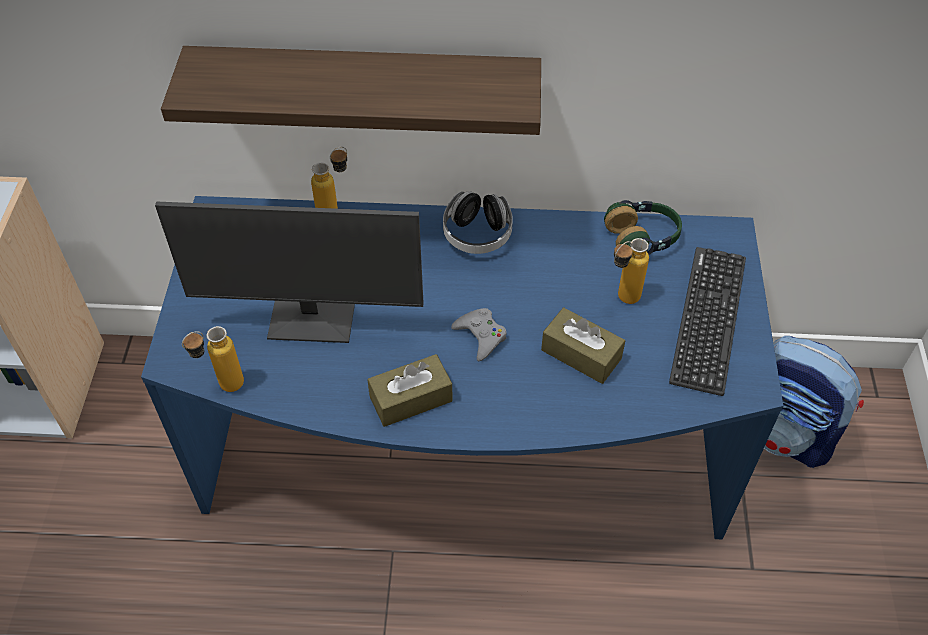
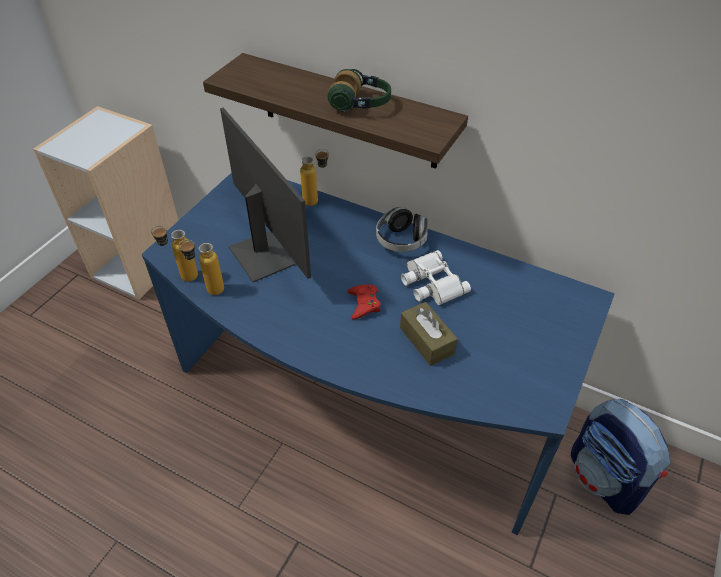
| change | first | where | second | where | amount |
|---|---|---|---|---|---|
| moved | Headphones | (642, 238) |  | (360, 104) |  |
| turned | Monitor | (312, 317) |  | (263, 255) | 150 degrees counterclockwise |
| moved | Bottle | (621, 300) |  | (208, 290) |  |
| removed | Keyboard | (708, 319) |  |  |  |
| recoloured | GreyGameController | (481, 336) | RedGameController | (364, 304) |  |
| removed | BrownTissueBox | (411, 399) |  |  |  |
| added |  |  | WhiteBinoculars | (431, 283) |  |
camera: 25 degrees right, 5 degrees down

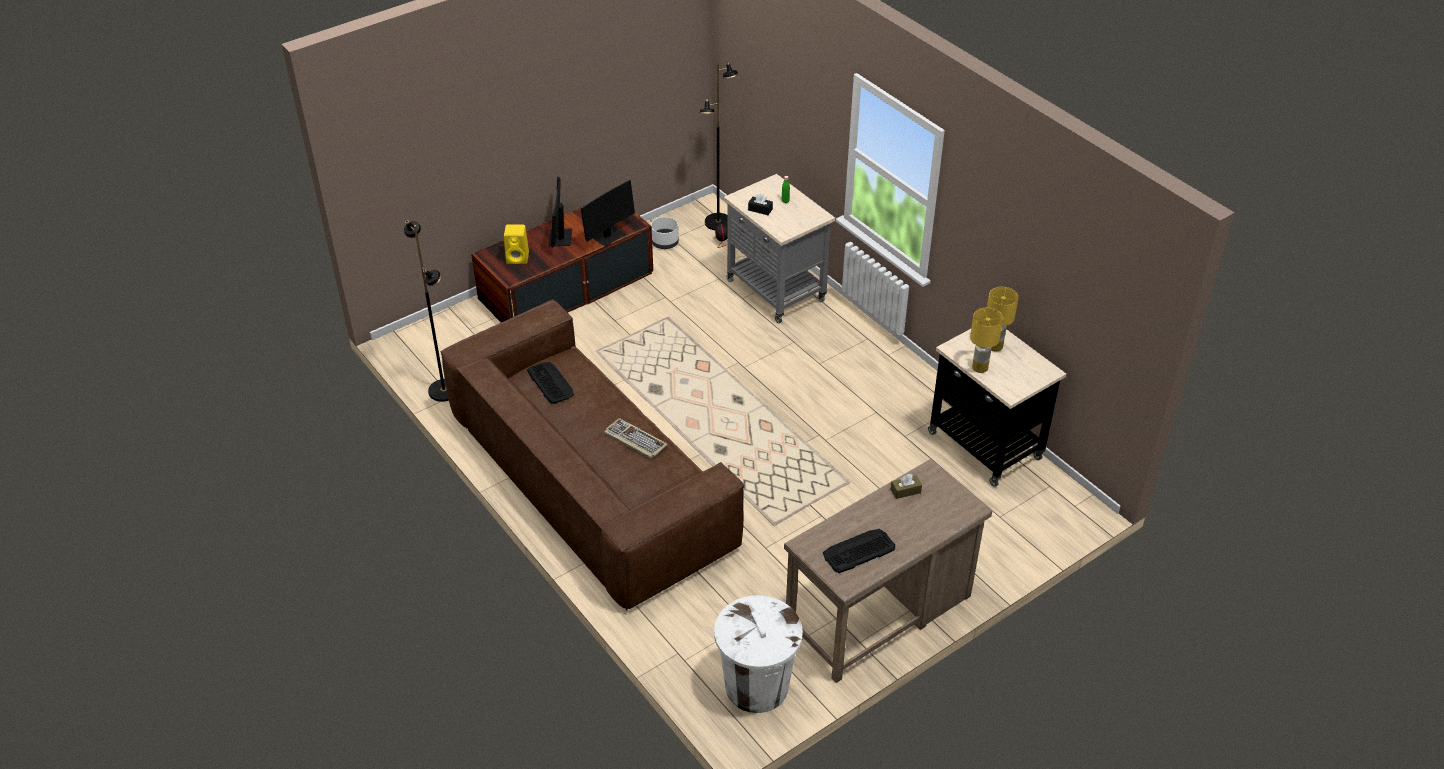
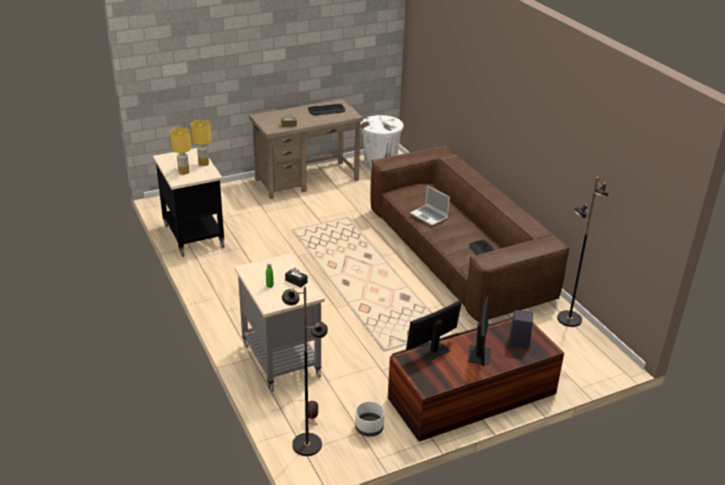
| change | first | where | second | where | amount |
|---|---|---|---|---|---|
| recoloured | YellowSpeaker | (518, 258) | BlackSpeaker | (518, 341) |  |
| replaced | Keyboard | (634, 440) | Laptop | (429, 216) |  |
camera: 170 degrees left, 10 degrees down

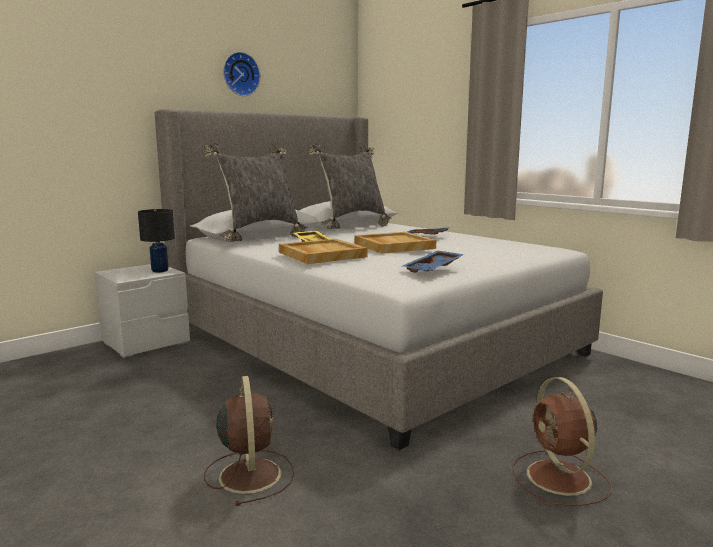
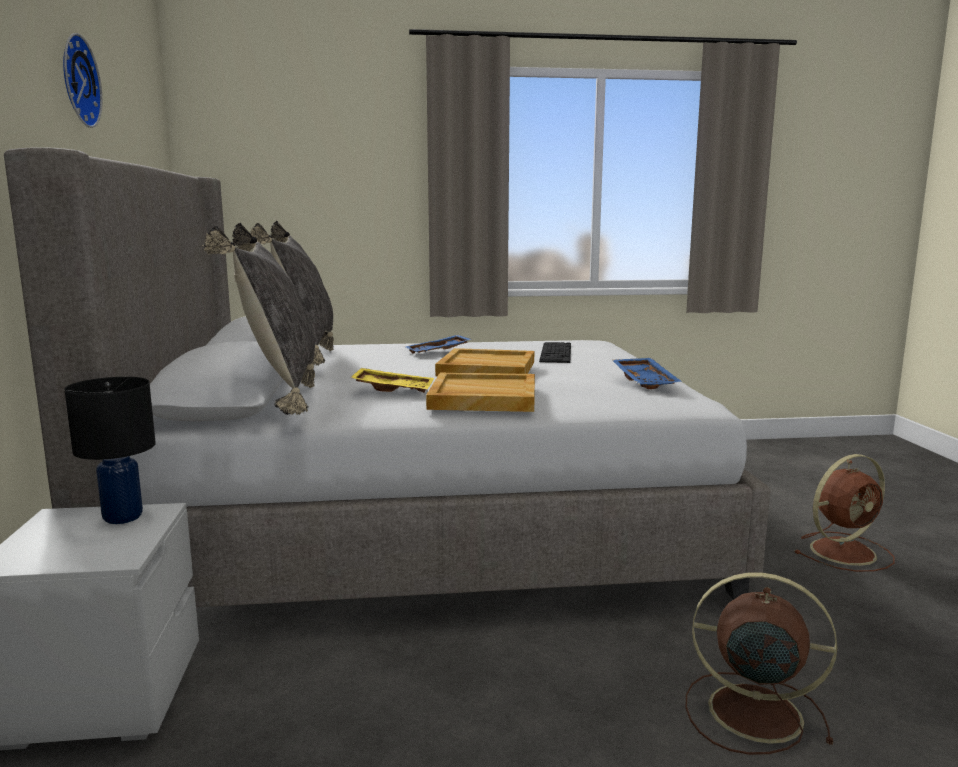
| change | first | where | second | where | amount |
|---|---|---|---|---|---|
| turned | BrownFan | (560, 479) |  | (845, 551) | 45 degrees counterclockwise |
| added |  |  | Keyboard | (556, 352) |  |
camera: 55 degrees left, 0 degrees up

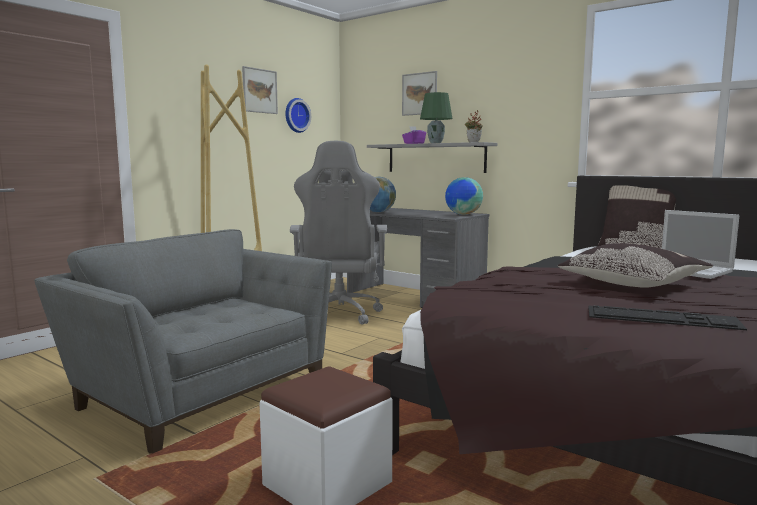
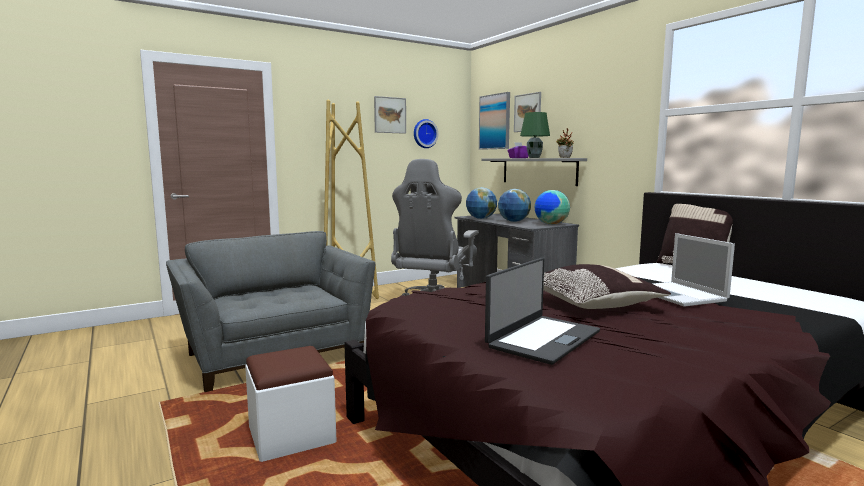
| change | first | where | second | where | amount |
|---|---|---|---|---|---|
| replaced | Keyboard | (662, 318) | Laptop | (542, 339) |  |
| added |  |  | Picture | (495, 122) |  |
| added |  |  | Globe | (514, 221) |  |
camera: 20 degrees right, 0 degrees up

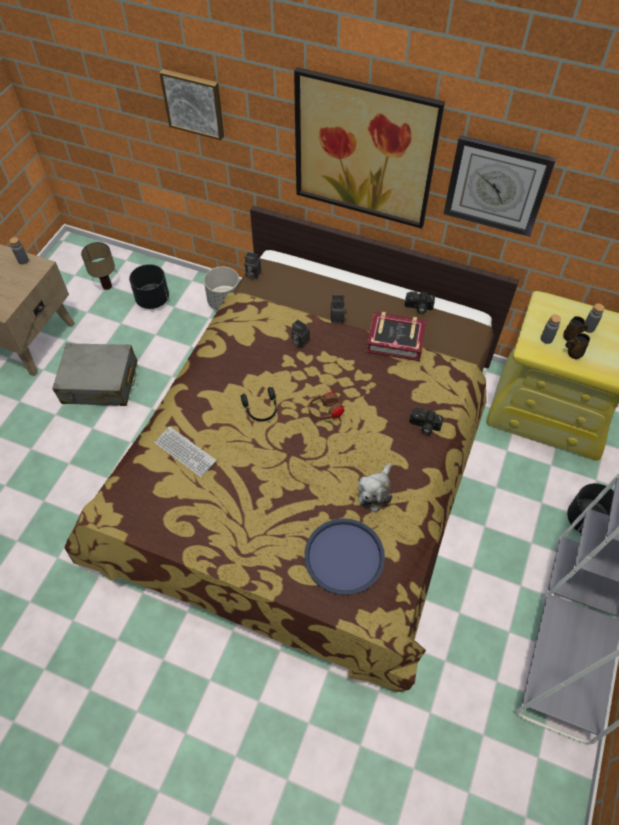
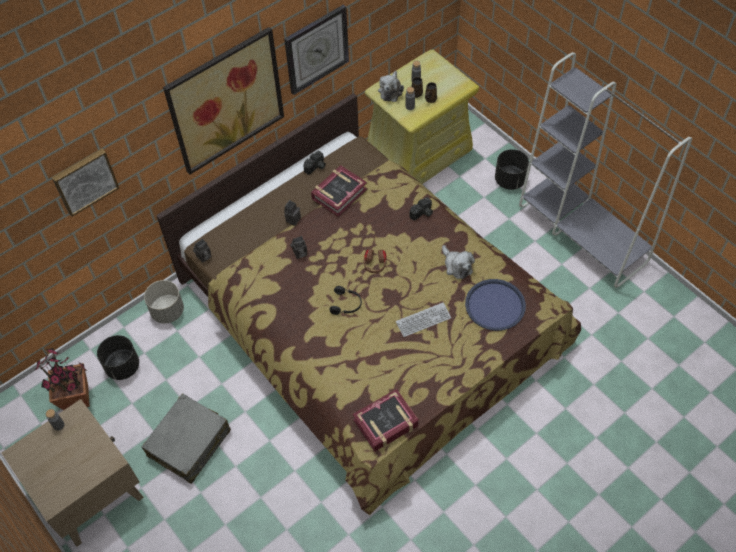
| change | first | where | second | where | amount |
|---|---|---|---|---|---|
| replaced | TableLamp | (107, 286) | PottedPlant | (77, 399) |  |
| moved | Keyboard | (185, 452) |  | (423, 320) |  |
| added |  |  | PlushToy | (391, 91) |  |
| added |  |  | Book | (386, 423) |  |
camera: 60 degrees left, 0 degrees up

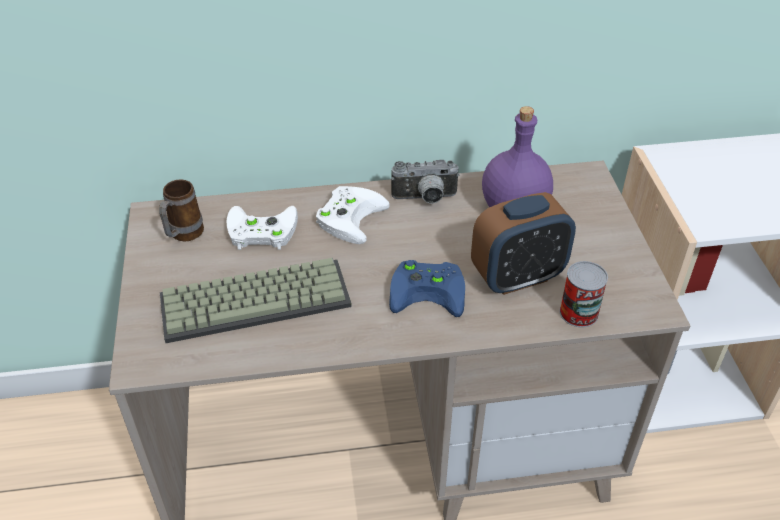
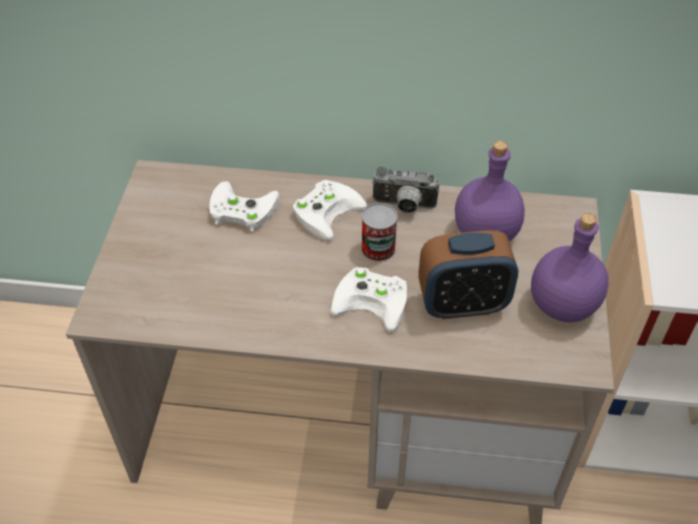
| change | first | where | second | where | amount |
|---|---|---|---|---|---|
| removed | Mug | (183, 236) |  |  |  |
| removed | Keyboard | (256, 298) |  |  |  |
| recoloured | BlueGameController | (430, 291) | WhiteGameController | (374, 300) |  |
| moved | Can | (578, 313) |  | (378, 248) |  |
| added |  |  | PurpleBottle | (561, 306) |  |
camera: 15 degrees right, 5 degrees up

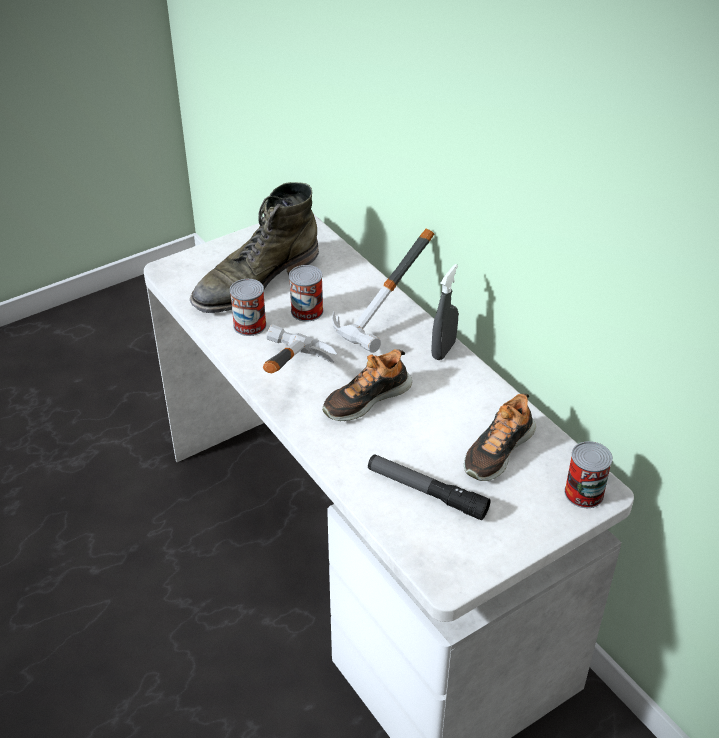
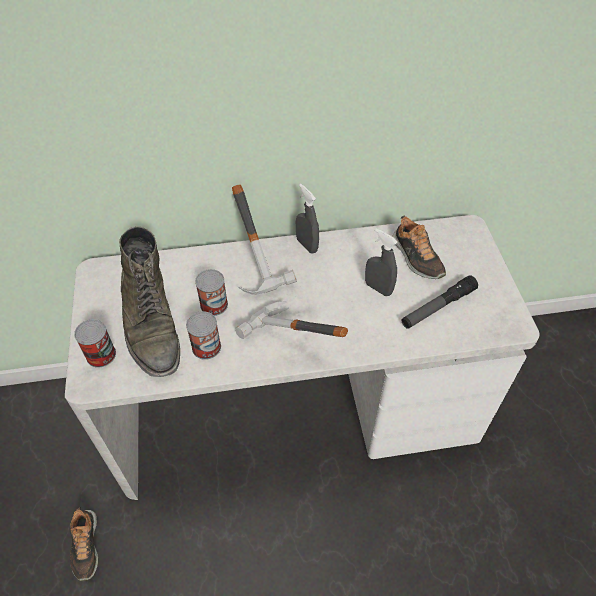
| change | first | where | second | where | amount |
|---|---|---|---|---|---|
| moved | Shoe | (366, 399) |  | (85, 546) |  |
| moved | Can | (584, 493) |  | (101, 355) |  |
| added |  |  | GreySprayBottle | (378, 288) |  |
camera: 65 degrees left, 10 degrees up

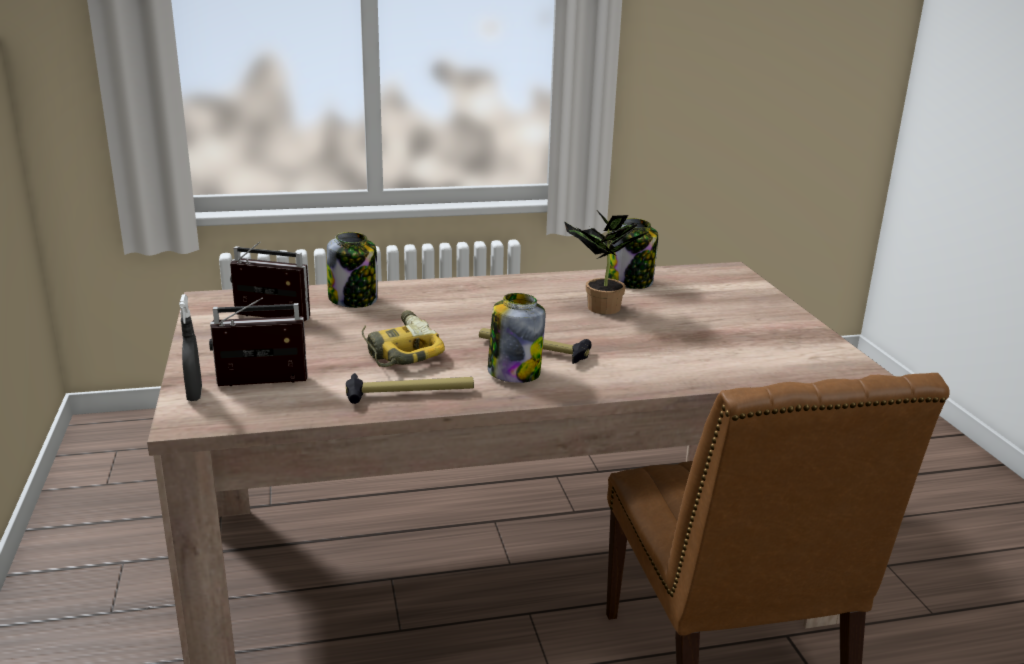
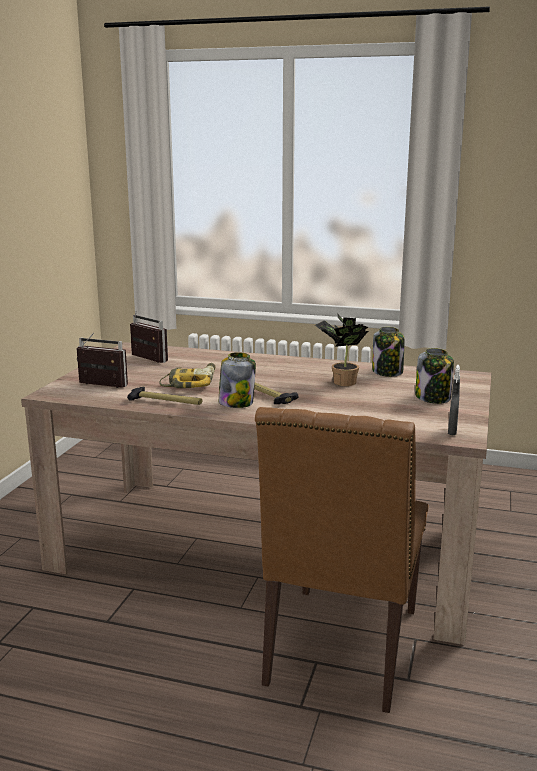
| change | first | where | second | where | amount |
|---|---|---|---|---|---|
| moved | Jar | (354, 299) |  | (433, 398) |  |
| moved | GreySprayBottle | (194, 394) |  | (452, 431) |  |
camera: 30 degrees right, 5 degrees down

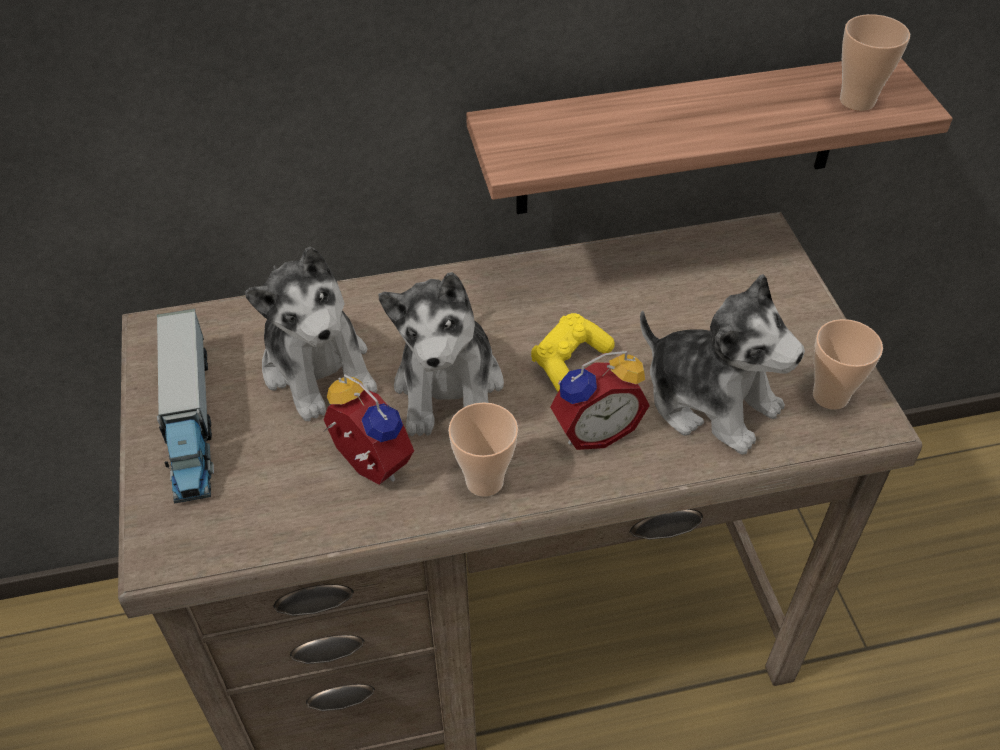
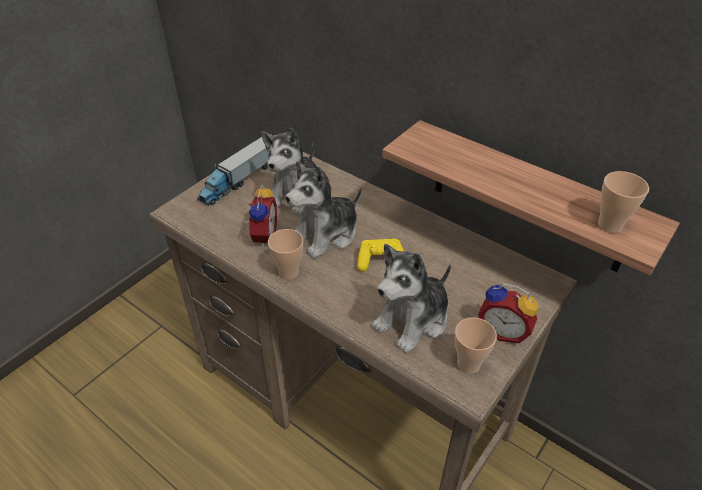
| change | first | where | second | where | amount |
|---|---|---|---|---|---|
| turned | PlushToy | (710, 401) |  | (413, 320) | 45 degrees clockwise |
| moved | AlarmClock | (593, 429) |  | (503, 330) |  |
camera: 50 degrees right, 5 degrees down

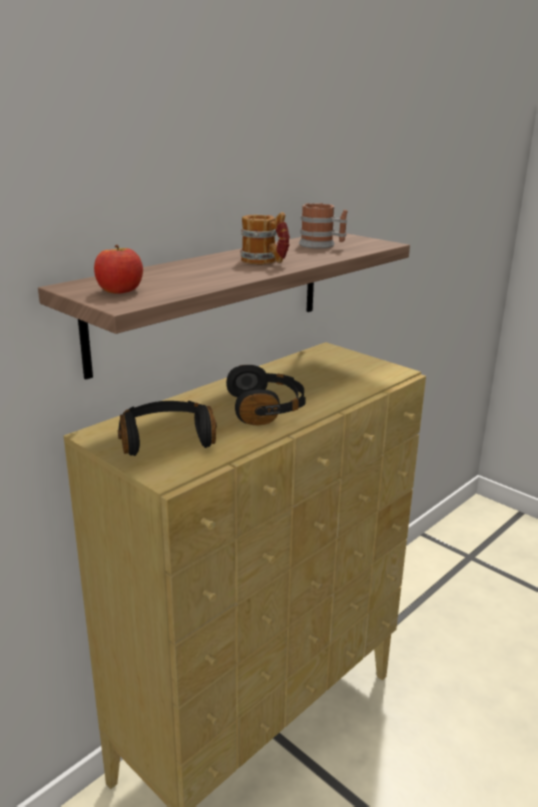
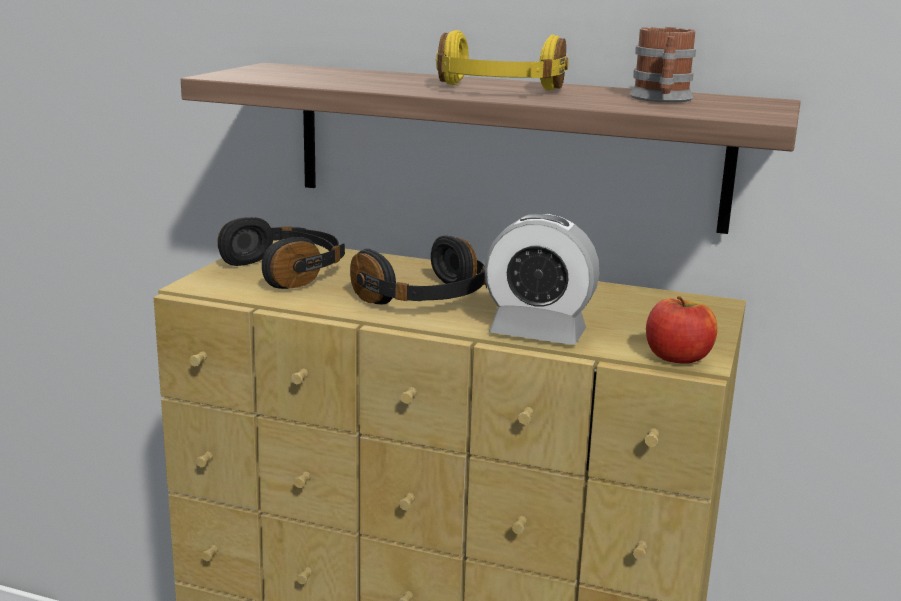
| change | first | where | second | where | amount |
|---|---|---|---|---|---|
| replaced | Mug | (265, 262) | YellowHeadphones | (497, 90) |  |
| moved | Apple | (120, 290) |  | (678, 358) |  |
| added |  |  | AlarmClock | (537, 333) |  |
camera: 65 degrees right, 5 degrees down

